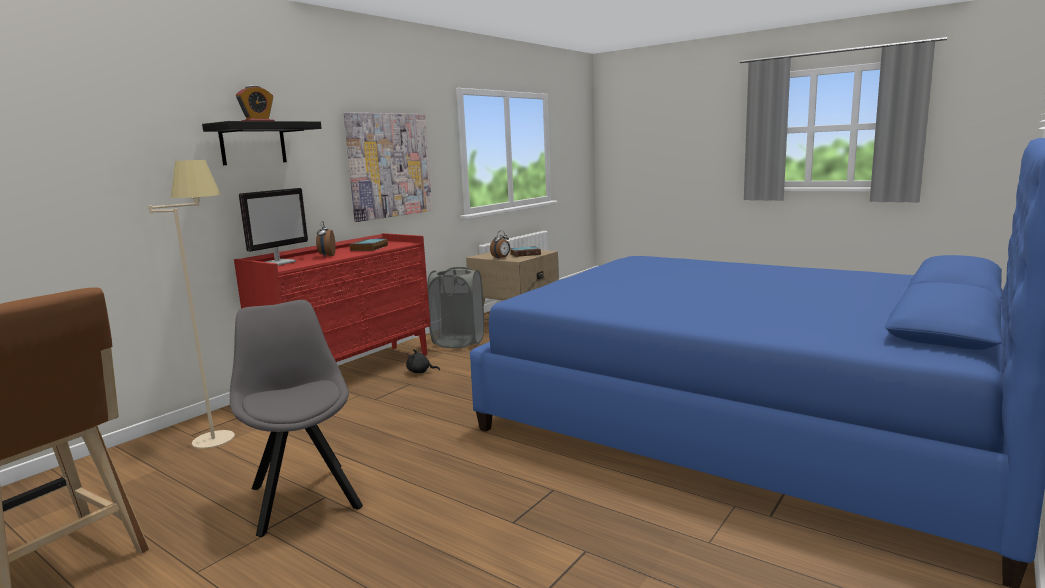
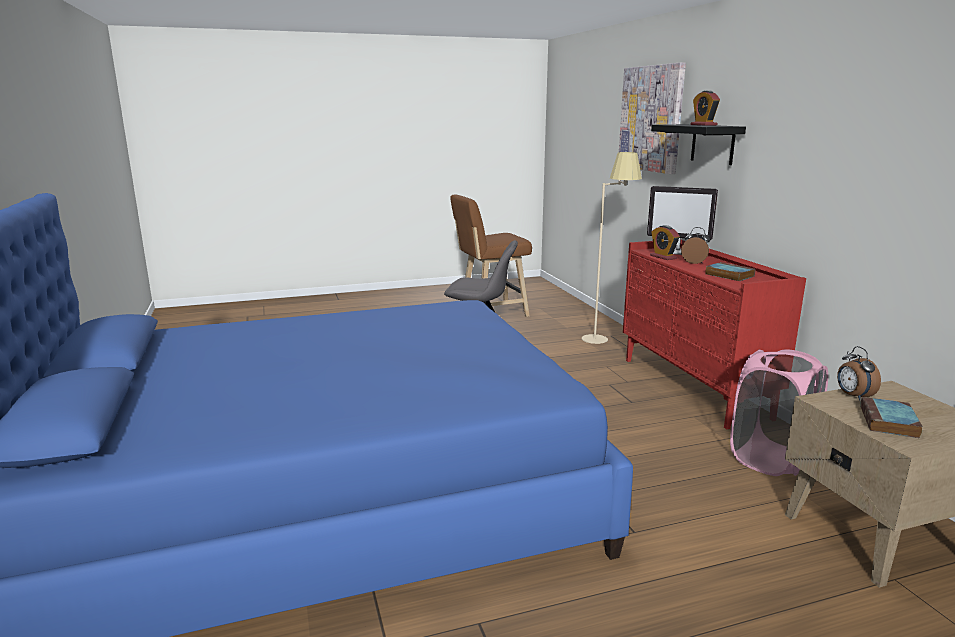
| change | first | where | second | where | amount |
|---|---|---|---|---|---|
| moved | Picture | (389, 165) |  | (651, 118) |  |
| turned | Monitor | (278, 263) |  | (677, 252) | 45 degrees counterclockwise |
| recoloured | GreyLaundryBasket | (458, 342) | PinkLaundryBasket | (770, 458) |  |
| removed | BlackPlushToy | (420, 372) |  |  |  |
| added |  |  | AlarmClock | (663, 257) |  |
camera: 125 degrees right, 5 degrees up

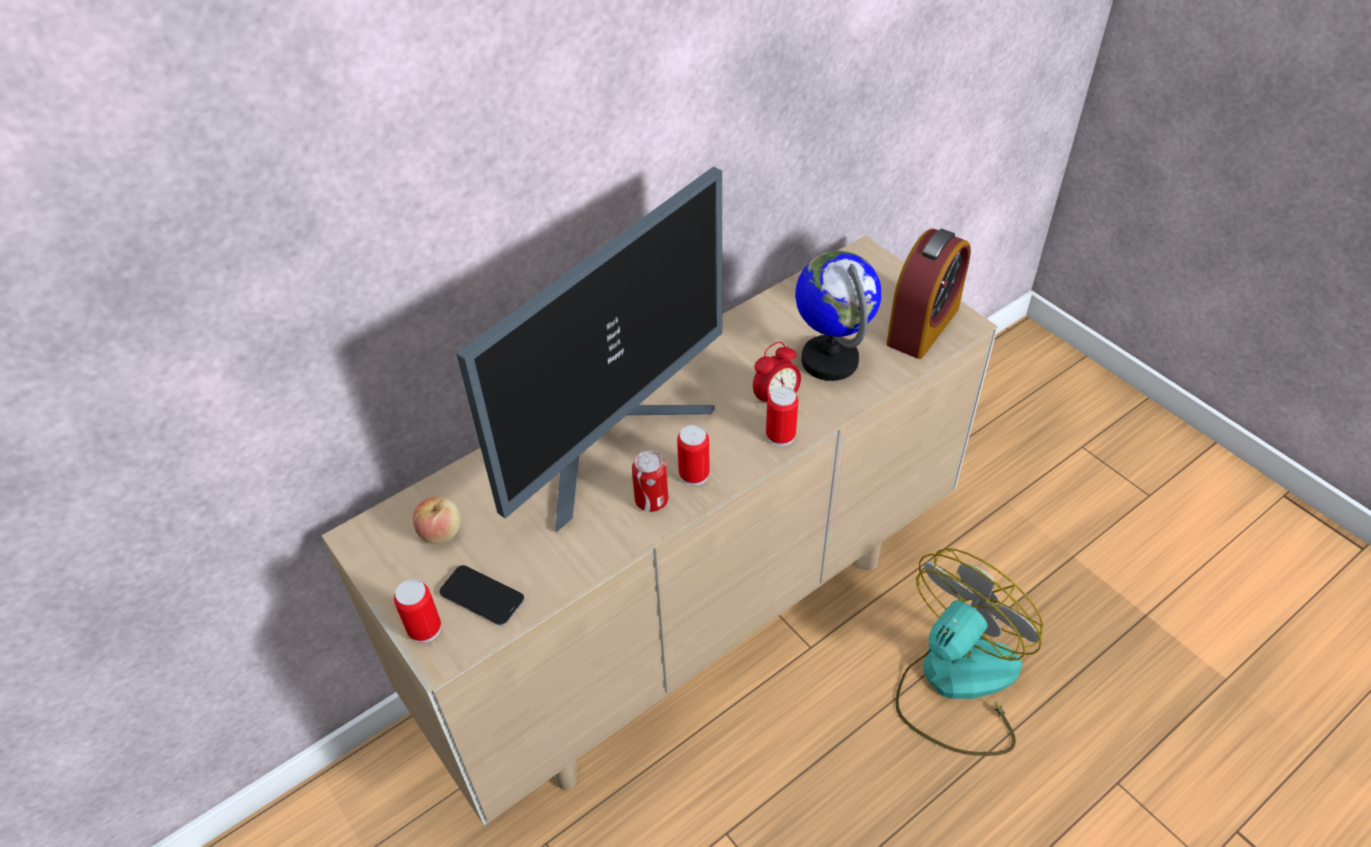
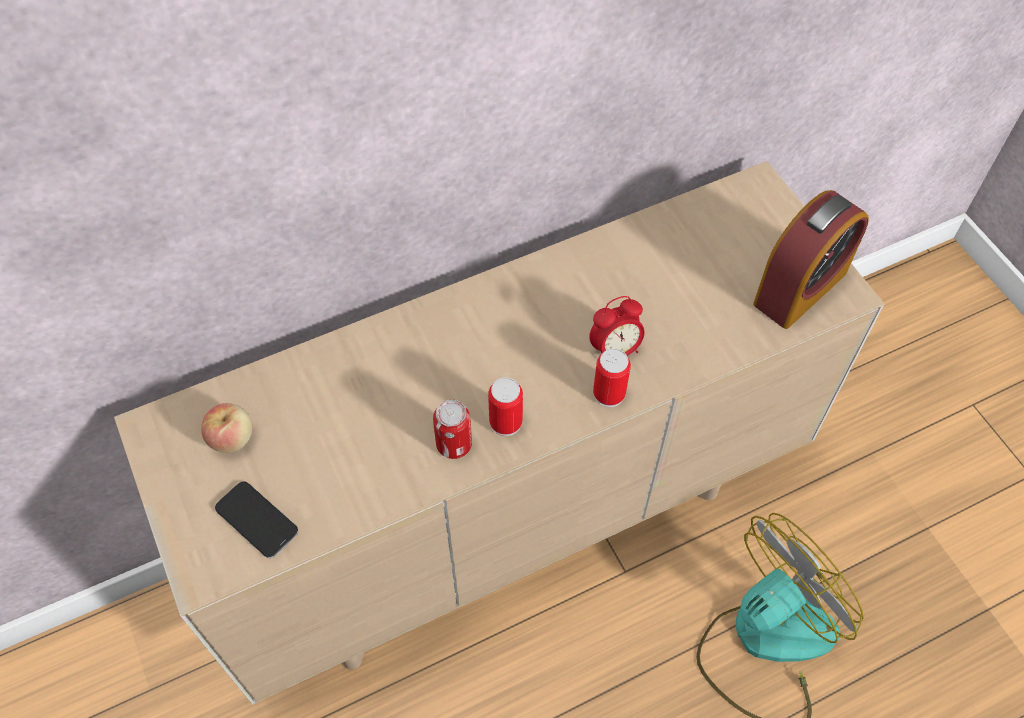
| change | first | where | second | where | amount |
|---|---|---|---|---|---|
| removed | Monitor | (612, 441) |  |  |  |
| removed | Globe | (830, 360) |  |  |  |
| removed | Can | (424, 629) |  |  |  |
camera: 10 degrees right, 10 degrees up

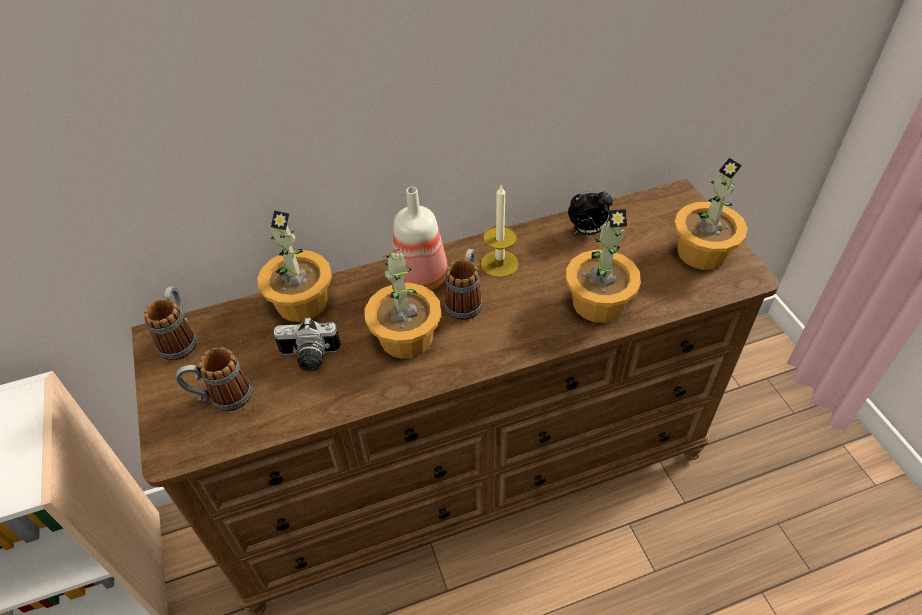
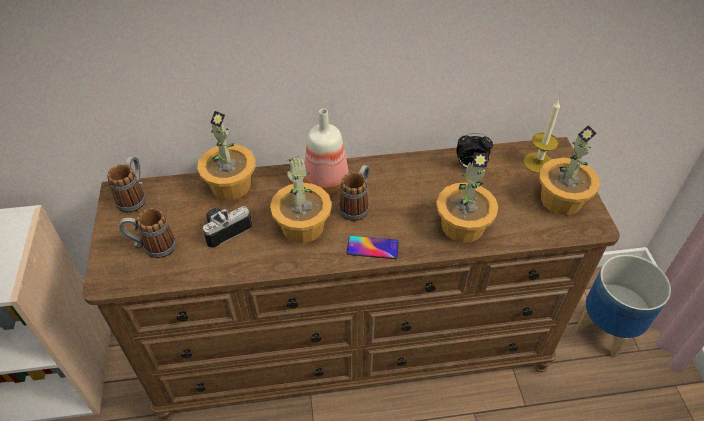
| change | first | where | second | where | amount |
|---|---|---|---|---|---|
| moved | Candle | (499, 264) |  | (538, 163) |  |
| turned | PhotoCamera | (309, 358) |  | (225, 229) | 135 degrees clockwise |
| added |  |  | Phone | (372, 247) |  |
| added |  |  | Planter | (606, 329) |  |
camera: 10 degrees right, 0 degrees up

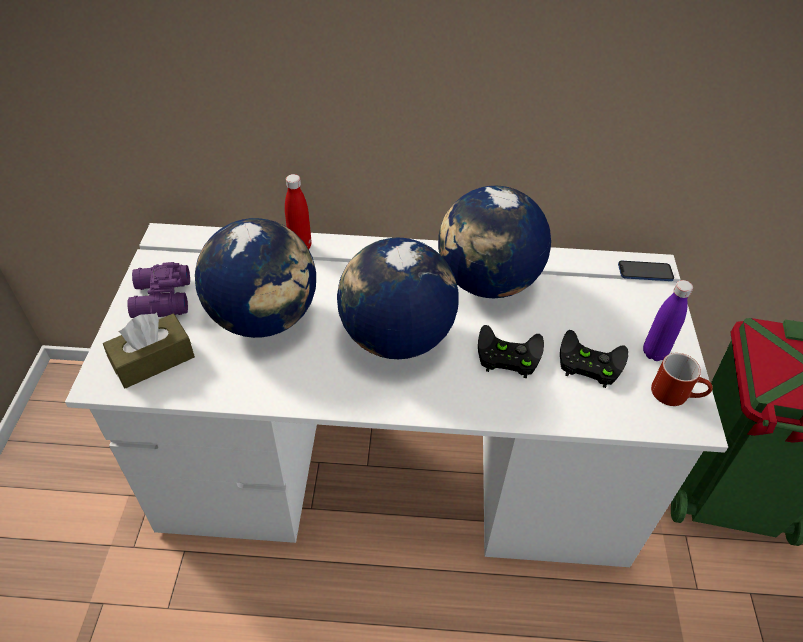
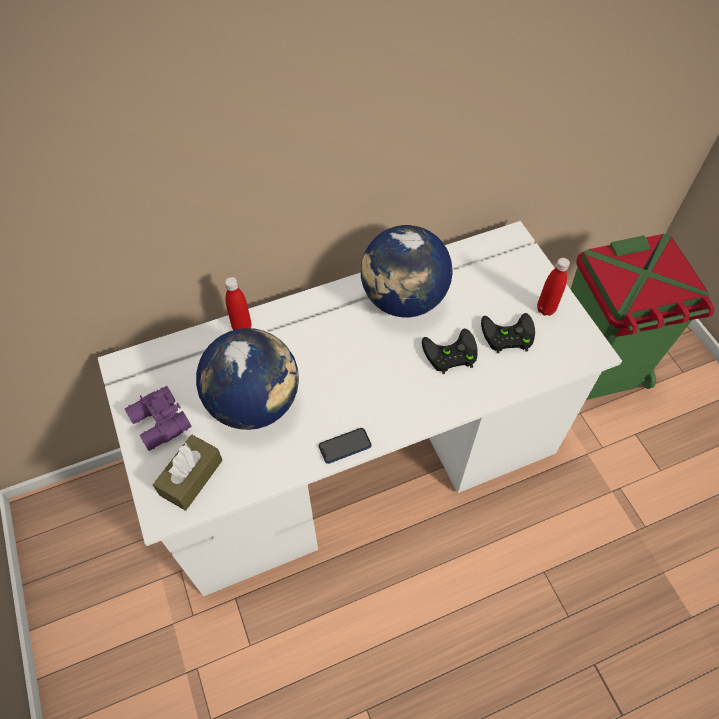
| change | first | where | second | where | amount |
|---|---|---|---|---|---|
| removed | Globe | (396, 338) |  |  |  |
| moved | Phone | (645, 272) |  | (345, 446) |  |
| recoloured | PurpleBottle | (654, 353) | RedBottle | (545, 309) |  |
| removed | RedMug | (676, 394) |  |  |  |
camera: 25 degrees left, 10 degrees up

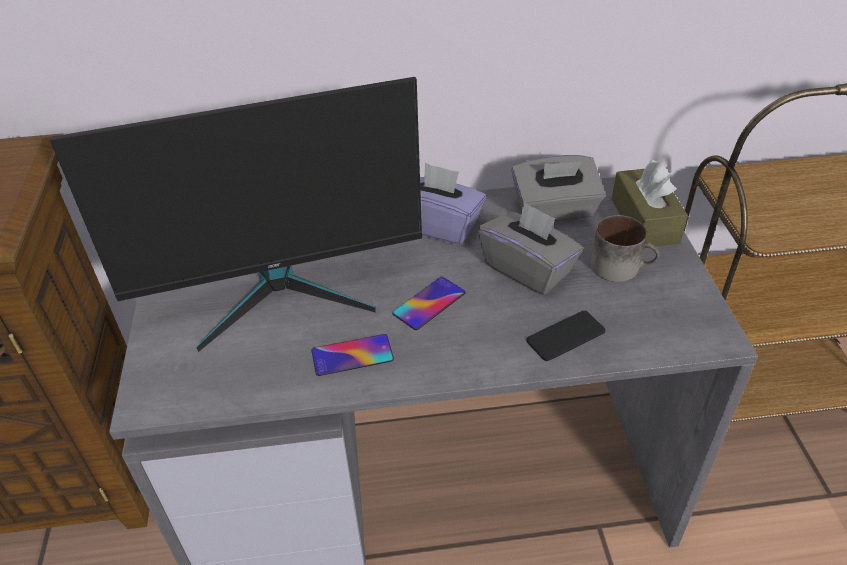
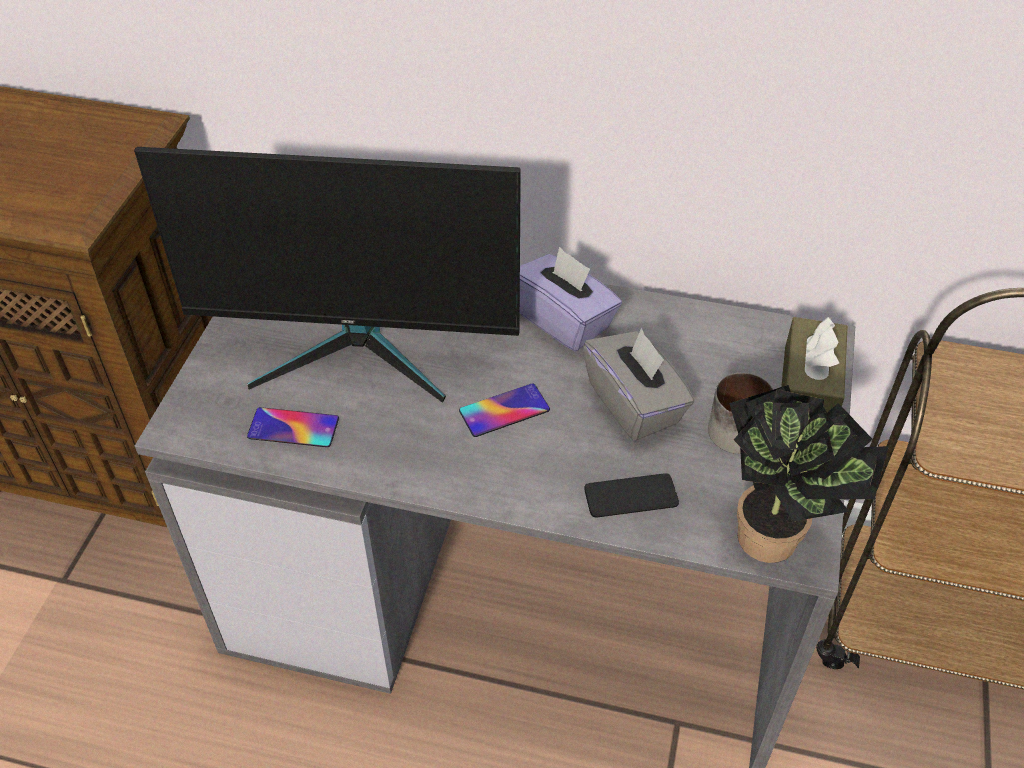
| change | first | where | second | where | amount |
|---|---|---|---|---|---|
| removed | GreyTissueBox | (554, 211) |  |  |  |
| moved | Phone | (352, 355) |  | (293, 428) |  |
| added |  |  | PottedPlant | (776, 538) |  |
camera: 20 degrees right, 5 degrees up

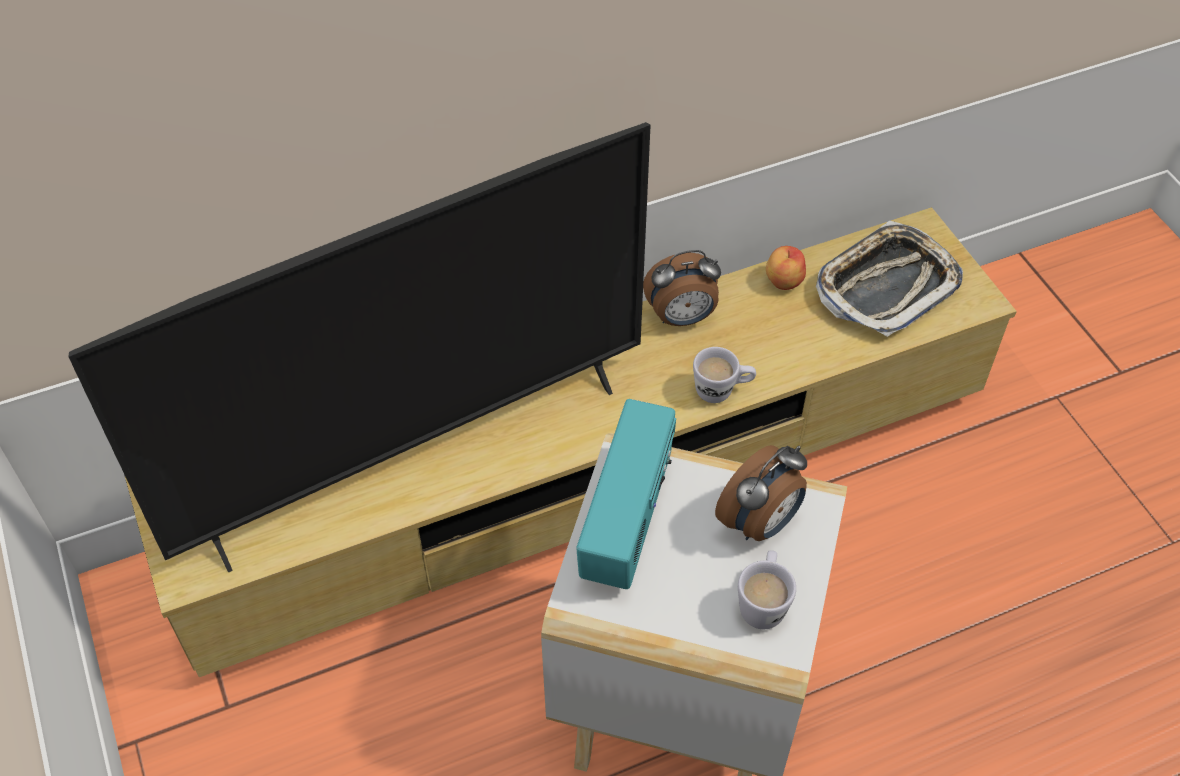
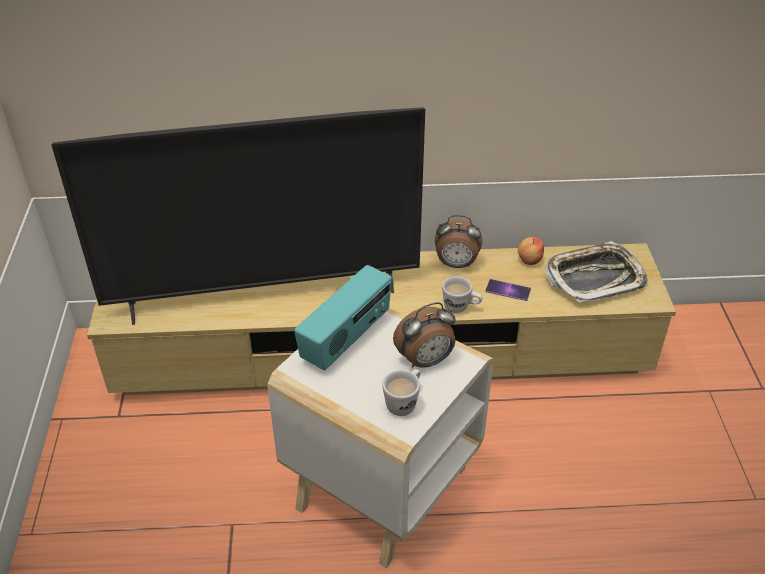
| change | first | where | second | where | amount |
|---|---|---|---|---|---|
| added |  |  | Phone | (508, 290) |  |
camera: 20 degrees right, 10 degrees down

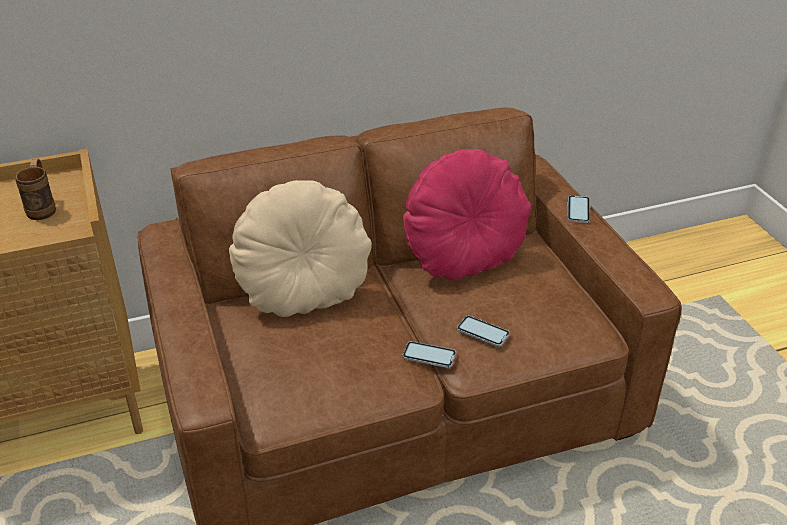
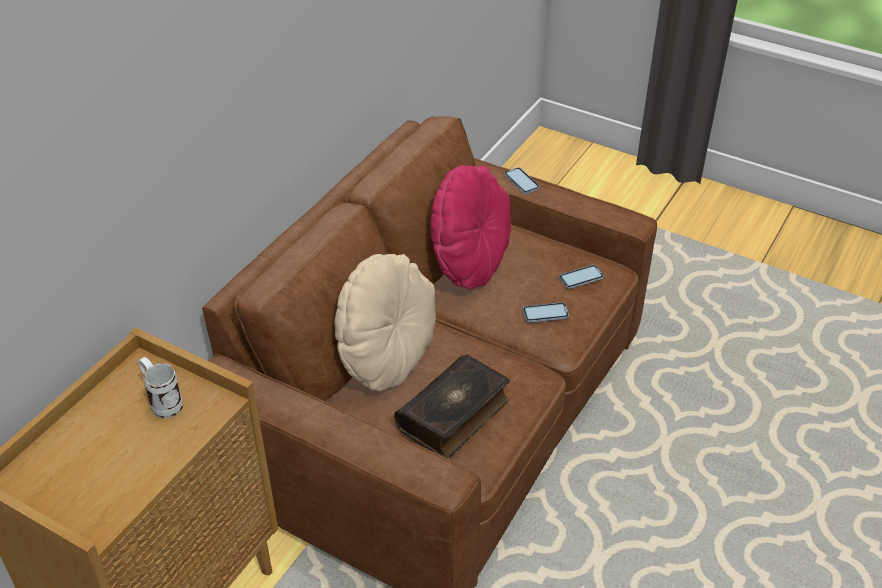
| change | first | where | second | where | amount |
|---|---|---|---|---|---|
| recoloured | BrownMug | (43, 207) | WhiteMug | (162, 402) |  |
| moved | Phone | (429, 356) |  | (581, 278) |  |
| added |  |  | Book | (454, 415) |  |
camera: 40 degrees left, 5 degrees up

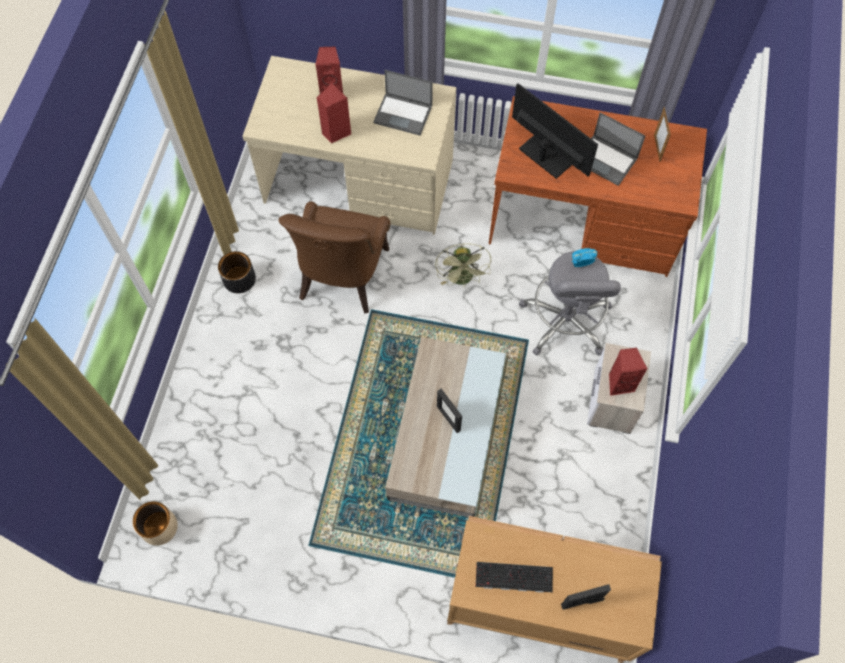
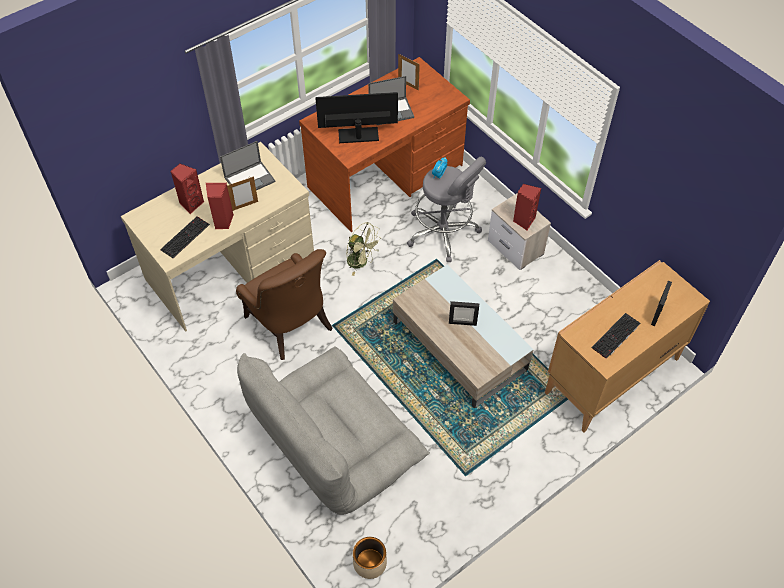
| change | first | where | second | where | amount |
|---|---|---|---|---|---|
| removed | BlackPlanter | (239, 279) |  |  |  |
| added |  |  | PictureFrame | (245, 206) |  |
| added |  |  | Keyboard | (185, 236) |  |
| added |  |  | GreySofa | (334, 437) |  |
camera: 50 degrees left, 10 degrees down

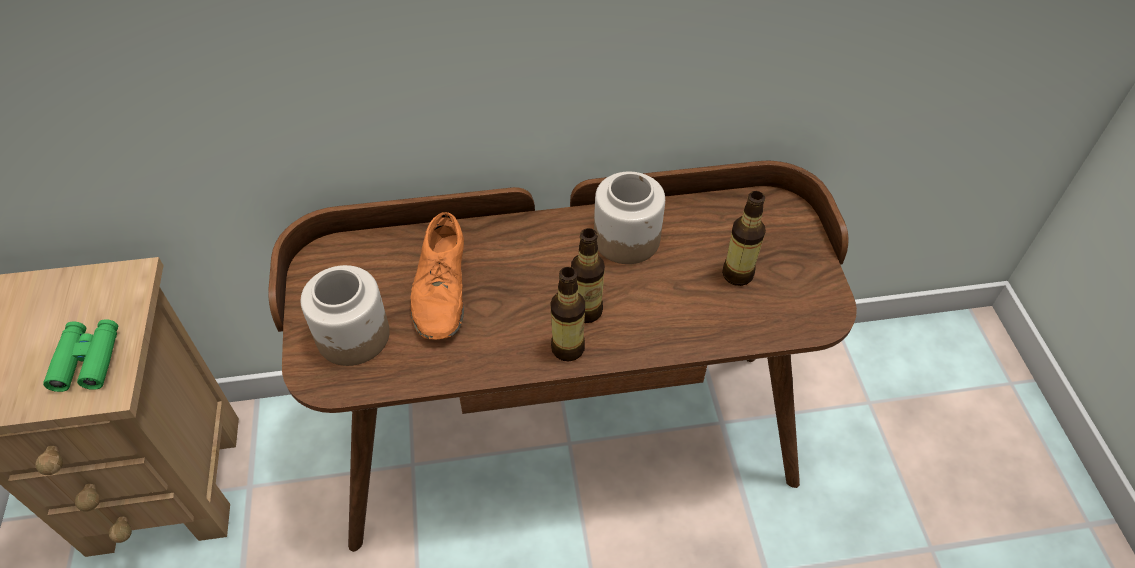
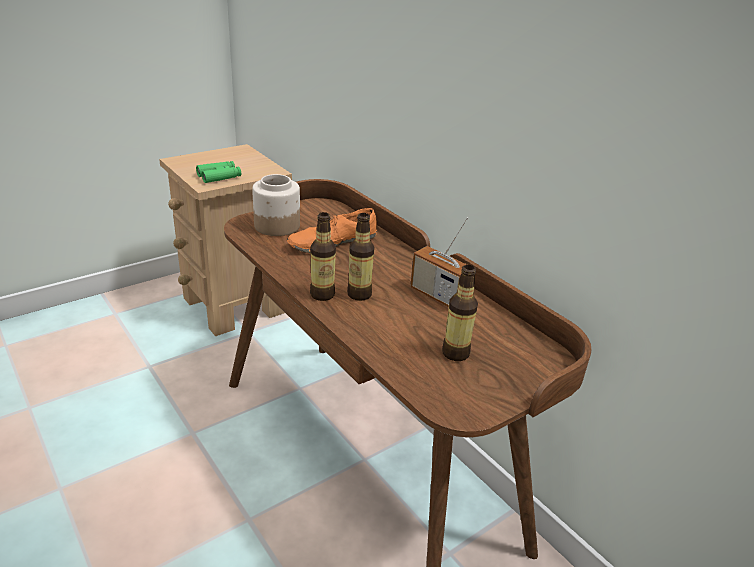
| change | first | where | second | where | amount |
|---|---|---|---|---|---|
| replaced | Jar | (627, 238) | Radio | (439, 296) |  |
camera: 60 degrees right, 20 degrees down

